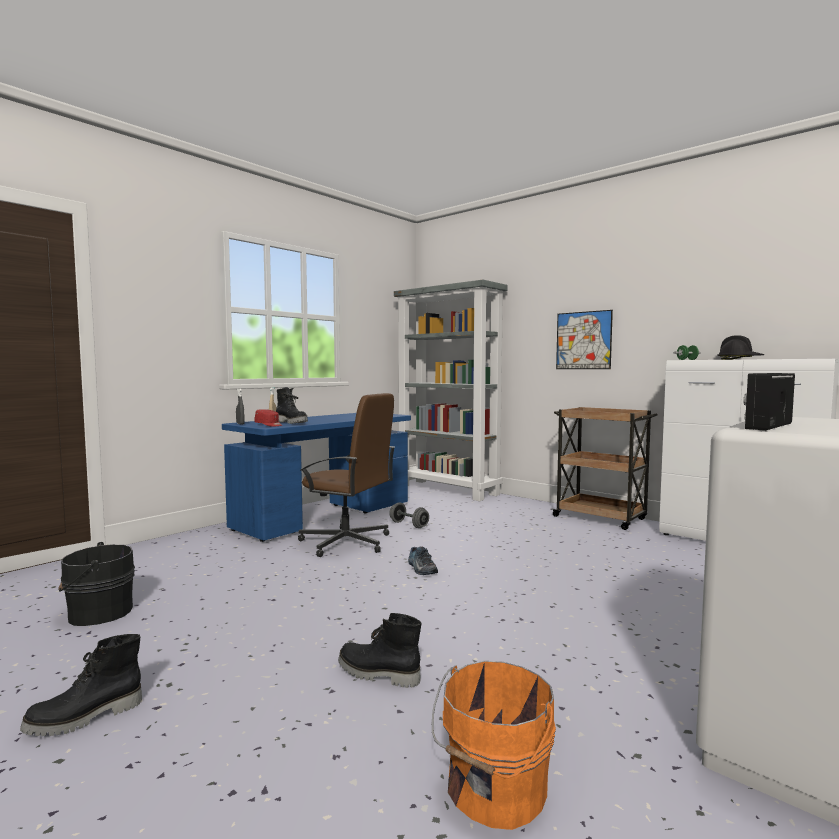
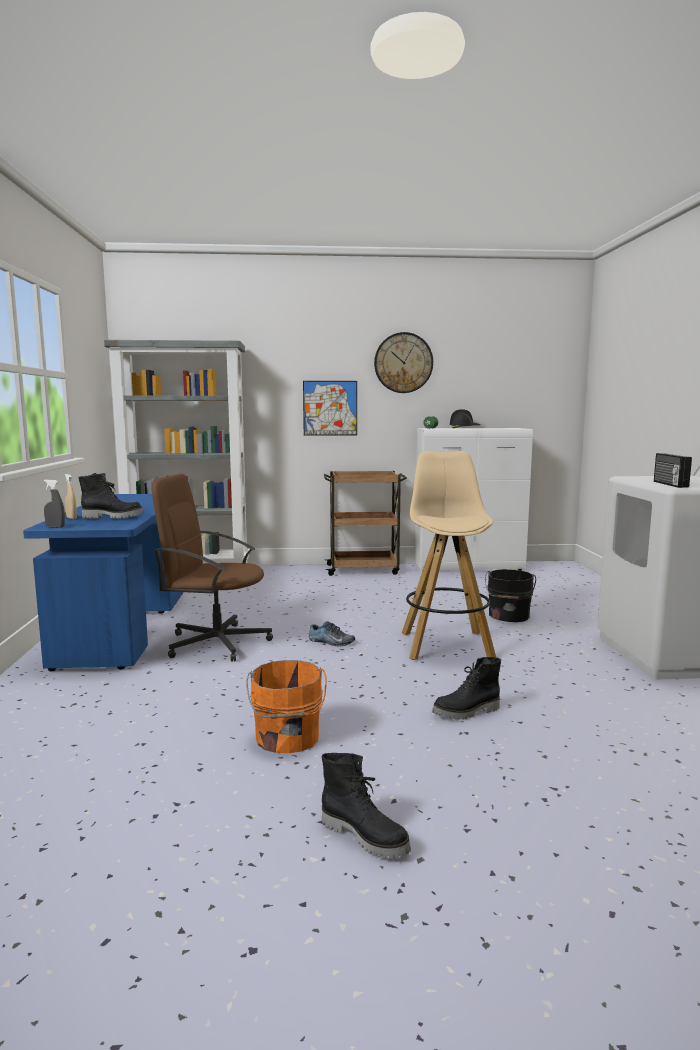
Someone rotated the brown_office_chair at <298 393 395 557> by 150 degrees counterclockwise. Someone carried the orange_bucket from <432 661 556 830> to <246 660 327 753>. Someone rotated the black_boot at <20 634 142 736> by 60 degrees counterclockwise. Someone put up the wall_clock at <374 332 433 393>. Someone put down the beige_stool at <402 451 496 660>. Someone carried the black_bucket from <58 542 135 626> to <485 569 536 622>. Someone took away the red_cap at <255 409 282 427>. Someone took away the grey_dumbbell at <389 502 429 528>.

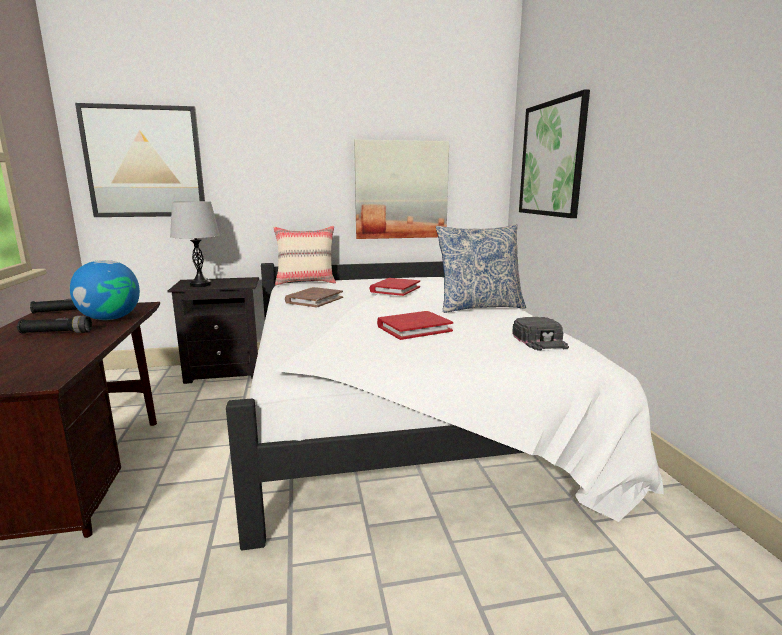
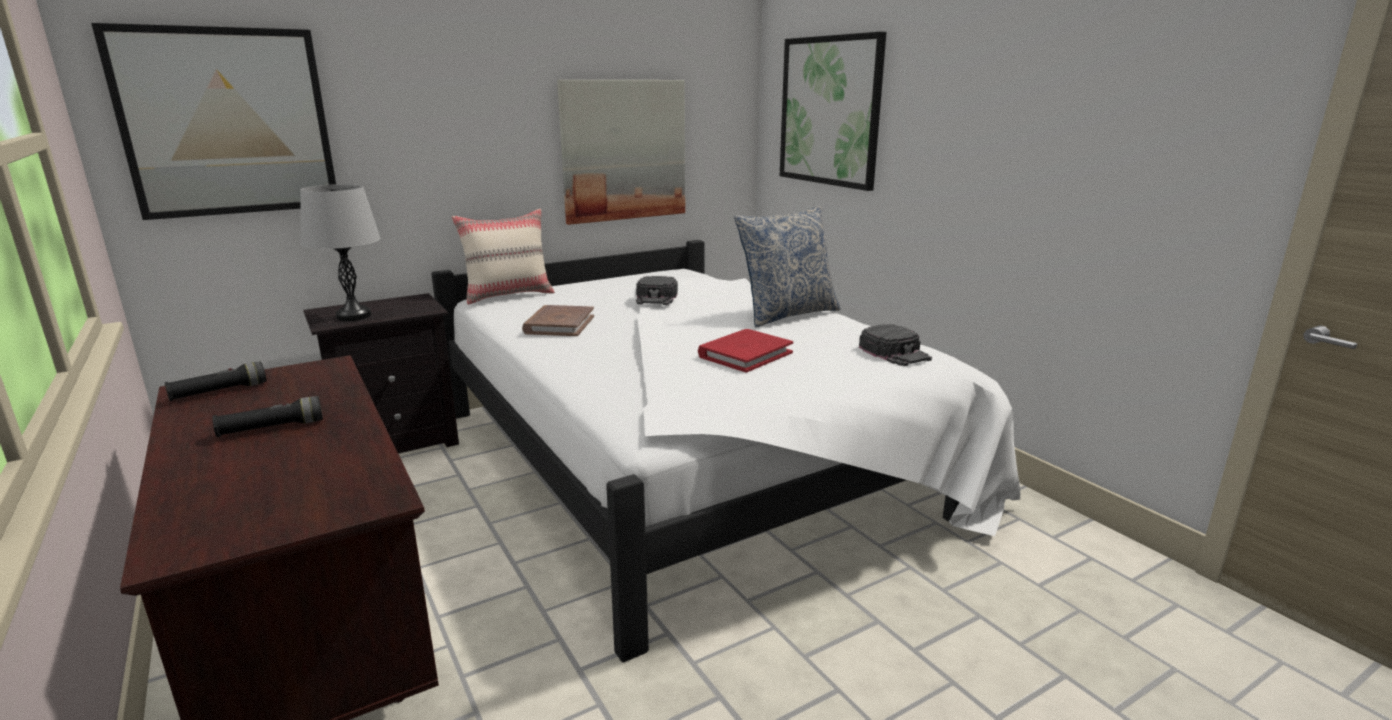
Someone swapped the red_book at <370 278 420 296> for the black_cap at <636 276 678 305>. Someone took away the globe at <70 260 140 320>.

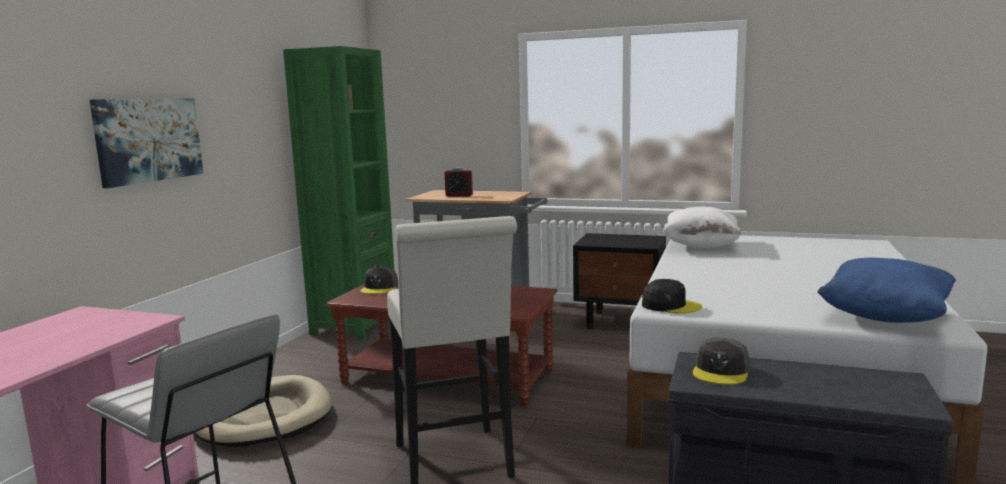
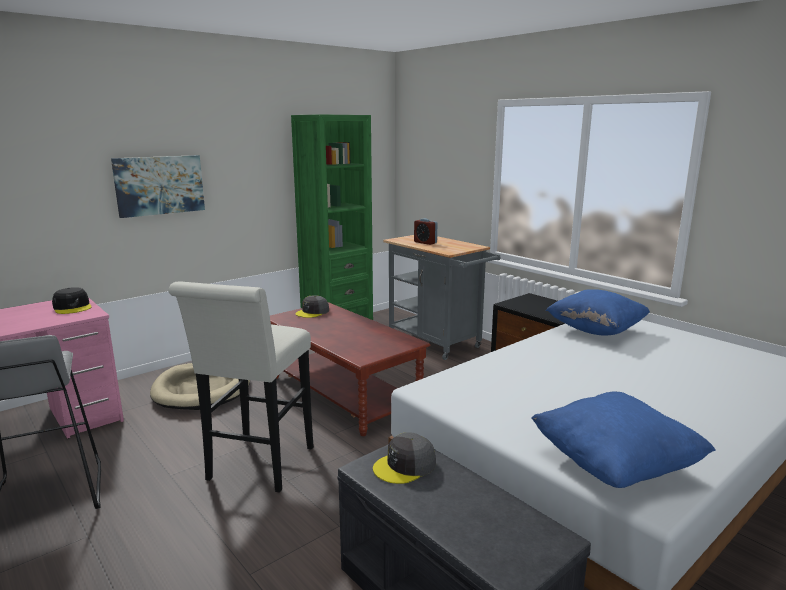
Someone carried the black_cap from <642 279 702 314> to <52 287 92 314>. Someone repainted the white_pillow at <663 207 742 248>, which became the blue_pillow at <546 289 650 335>.

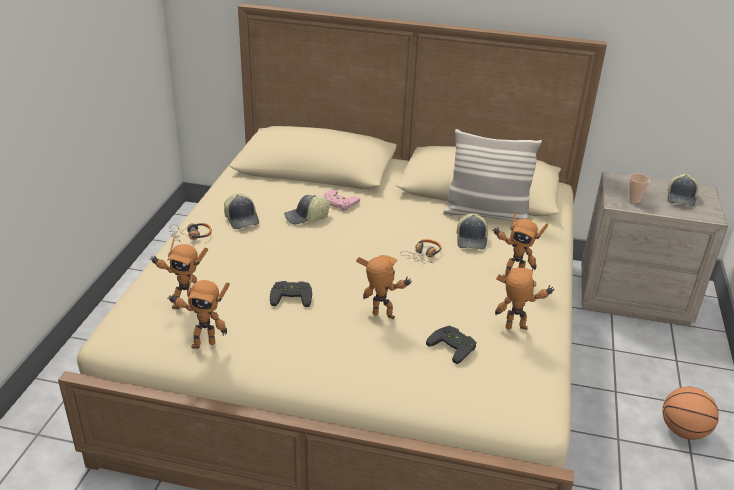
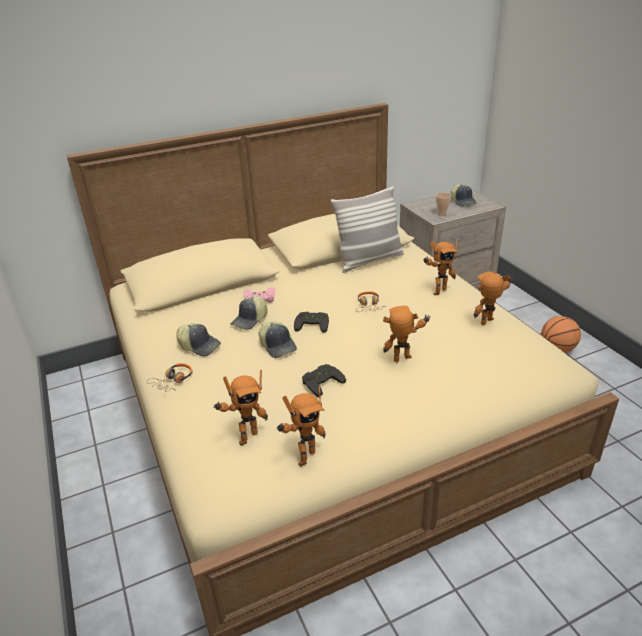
Someone carried the cap from <457 213 488 250> to <259 321 297 358>. Someone carried the black_game_controller from <426 326 477 364> to <294 312 329 333>.

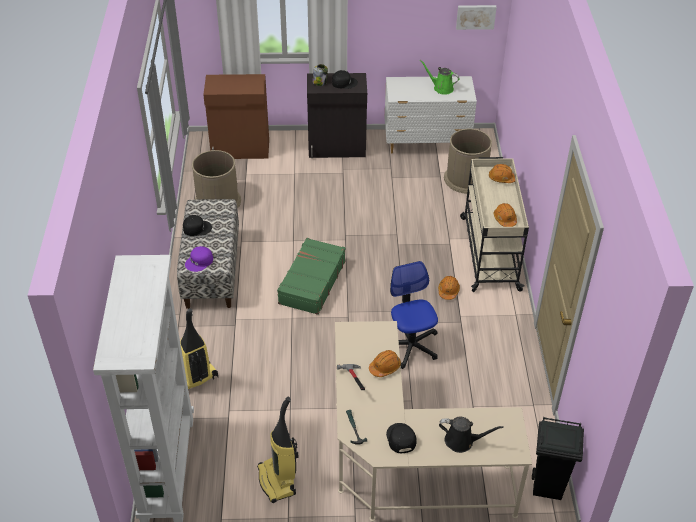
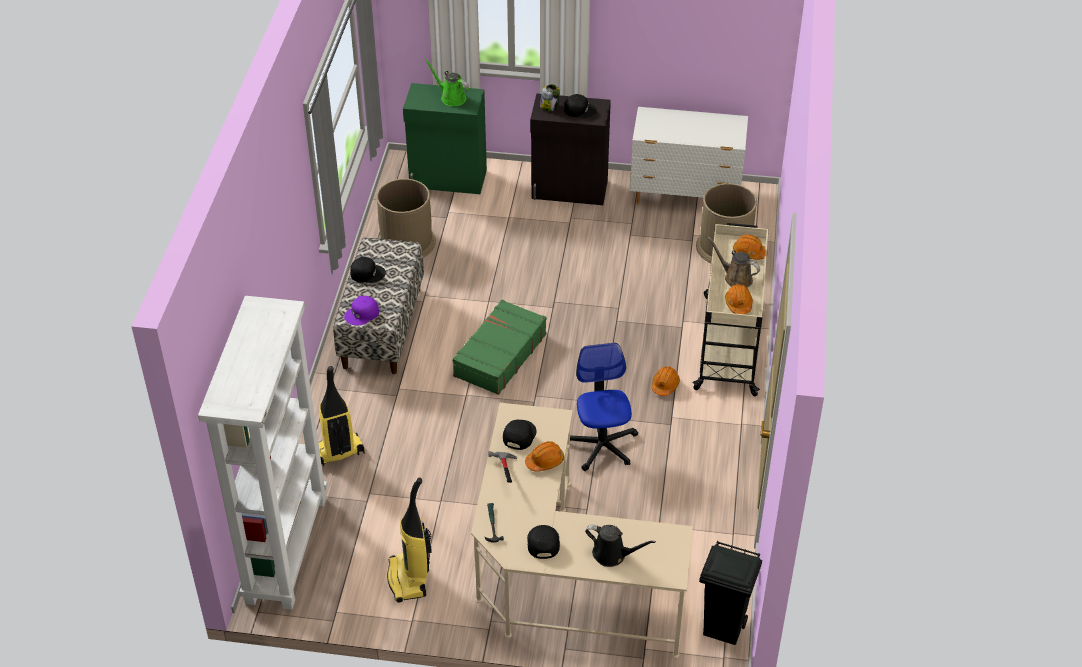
Someone repainted the brown_cabinet at <203 74 269 159>, which became the green_cabinet at <403 83 487 194>. Someone carried the green_watering_can from <420 59 460 95> to <425 59 469 106>. Someone put down the black_cap at <503 420 537 450>. Someone put down the brown_watering_can at <707 236 760 288>. Someone took away the picture at <456 5 497 30>.

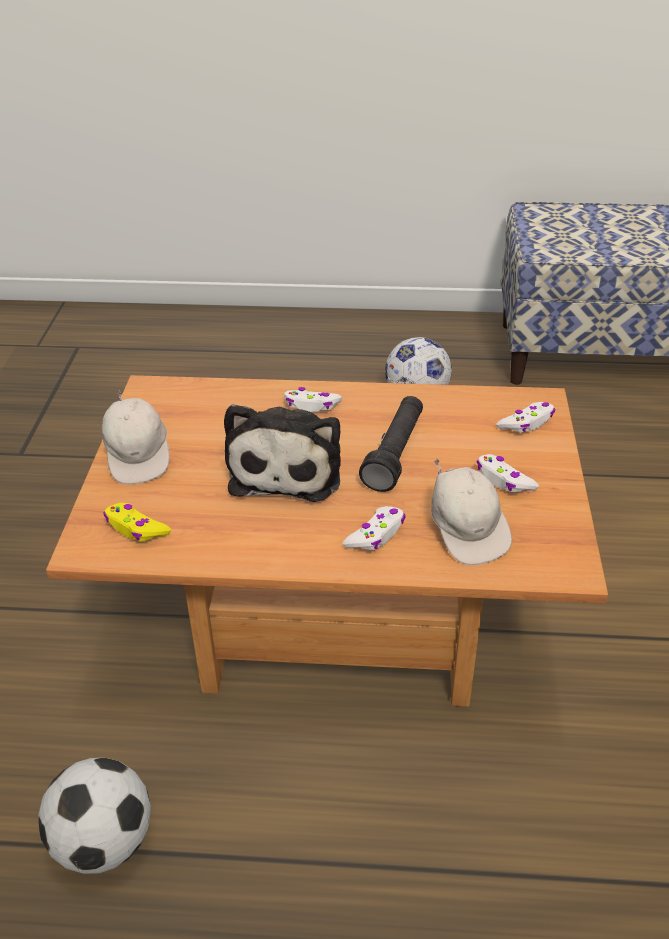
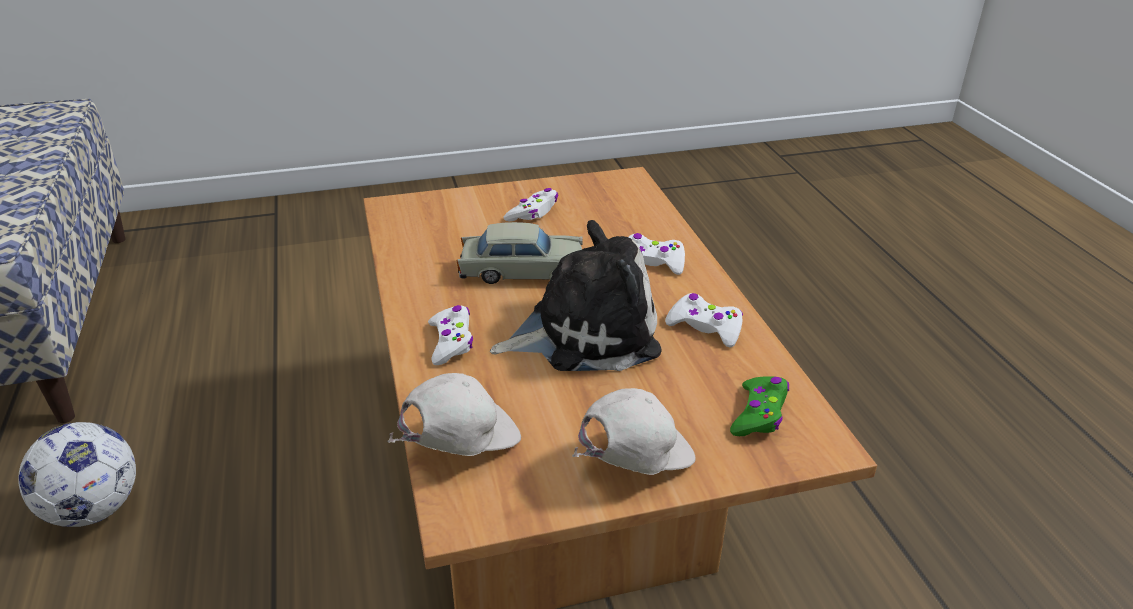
Someone carried the white_cap from <431 458 512 566> to <388 373 521 456>. Someone swapped the black_flashlight at <359 396 423 492> for the beige_toy_car at <457 222 582 284>. Someone carried the white_game_controller from <496 402 555 433> to <665 293 743 347>. Someone repainted the yellow_game_controller at <103 503 171 541>, which became the green_game_controller at <730 376 789 436>. Someone took away the football at <38 758 151 874>.

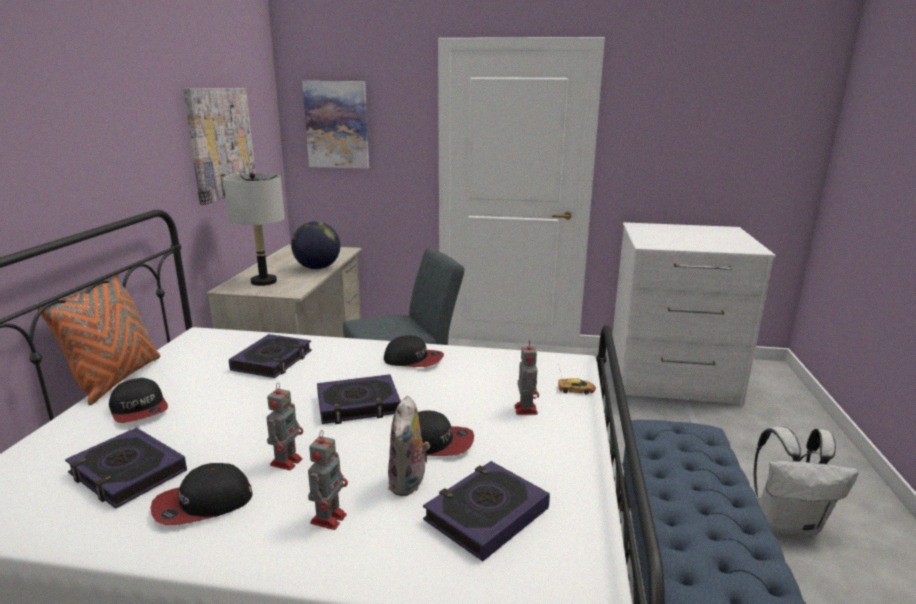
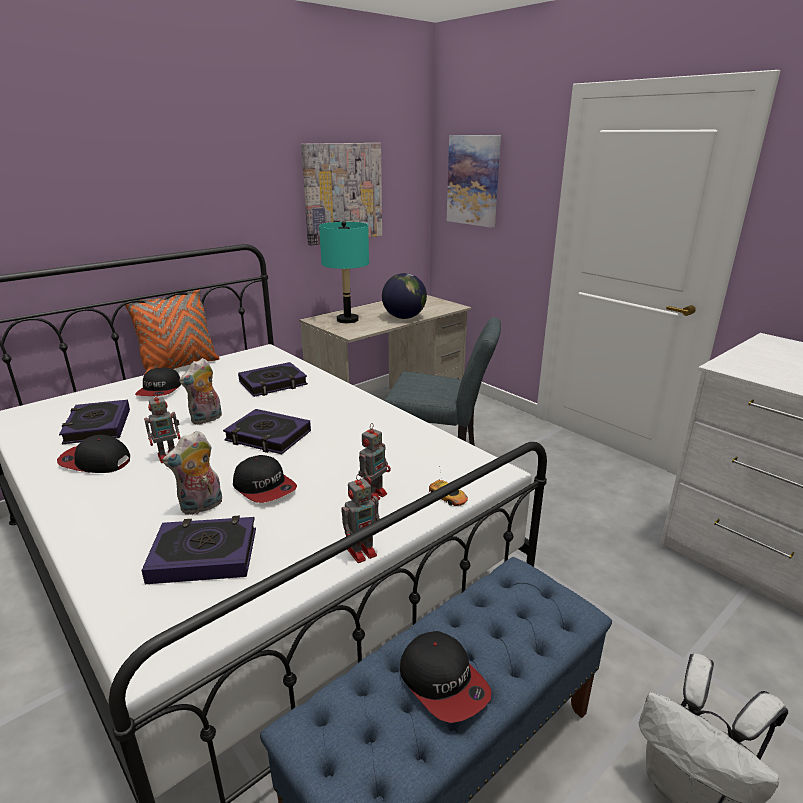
Someone put down the plush_toy at <179 358 222 425>. Someone repainted the grey_table_lamp at <223 172 285 286>, which became the turquoise_table_lamp at <319 221 369 323>. Someone carried the toy_robot from <308 430 348 530> to <342 473 380 563>. Someone carried the cap from <384 335 444 367> to <400 631 491 723>.

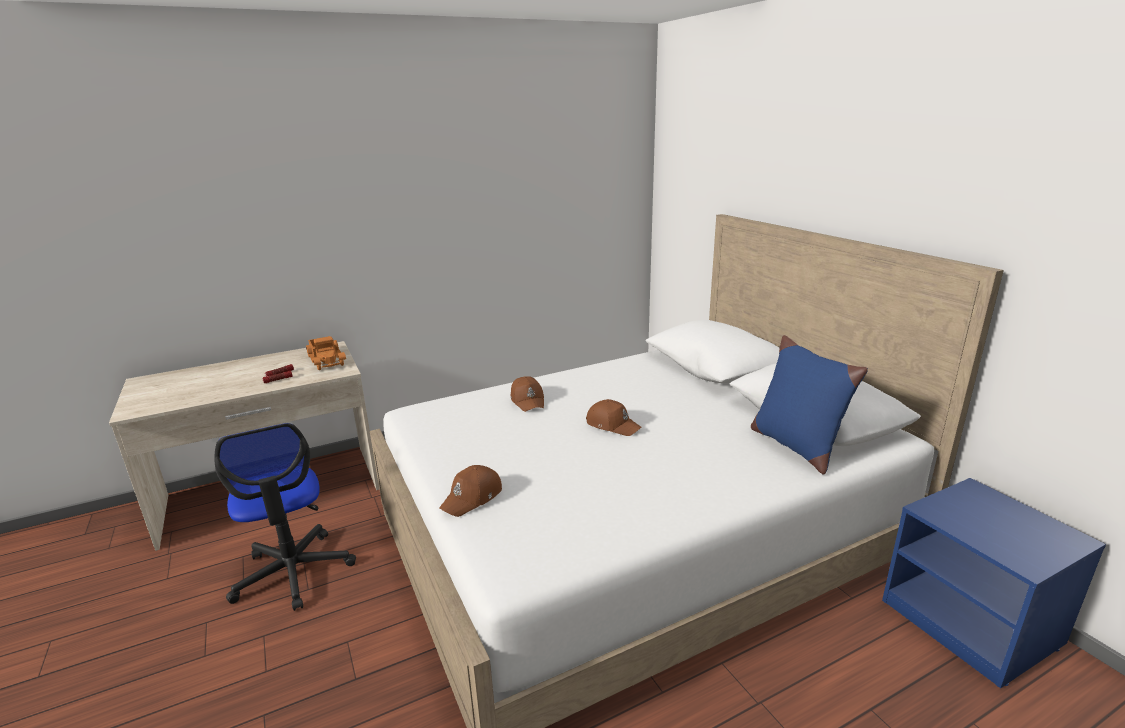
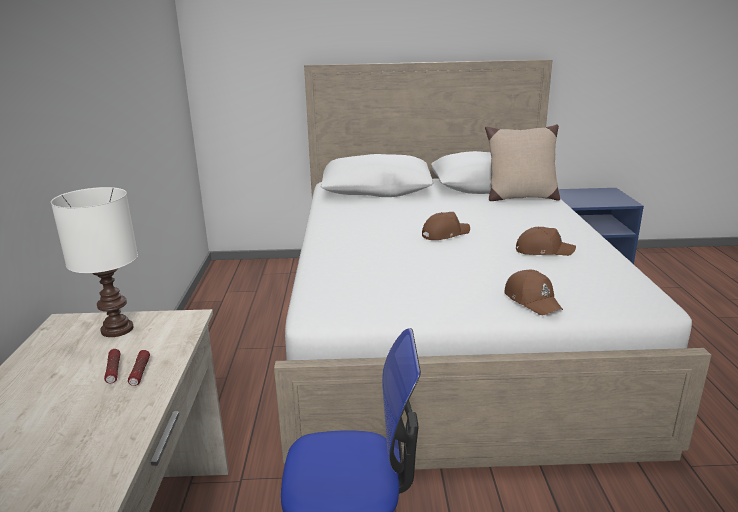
Someone swapped the toy_truck at <306 336 346 370> for the white_table_lamp at <51 187 138 337>. Someone repainted the blue_pillow at <751 335 868 475>, which became the beige_pillow at <485 124 560 201>. Someone carried the brown_cap from <511 376 544 412> to <516 227 576 256>.

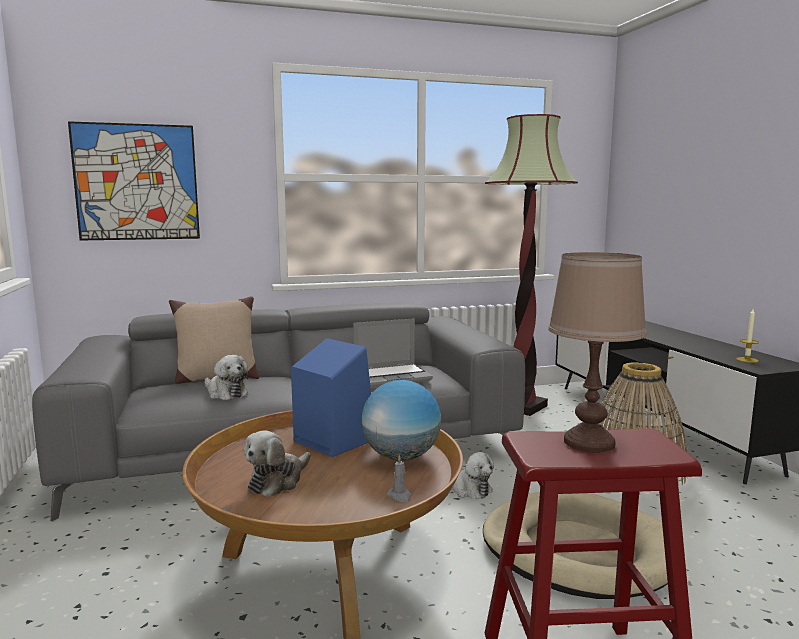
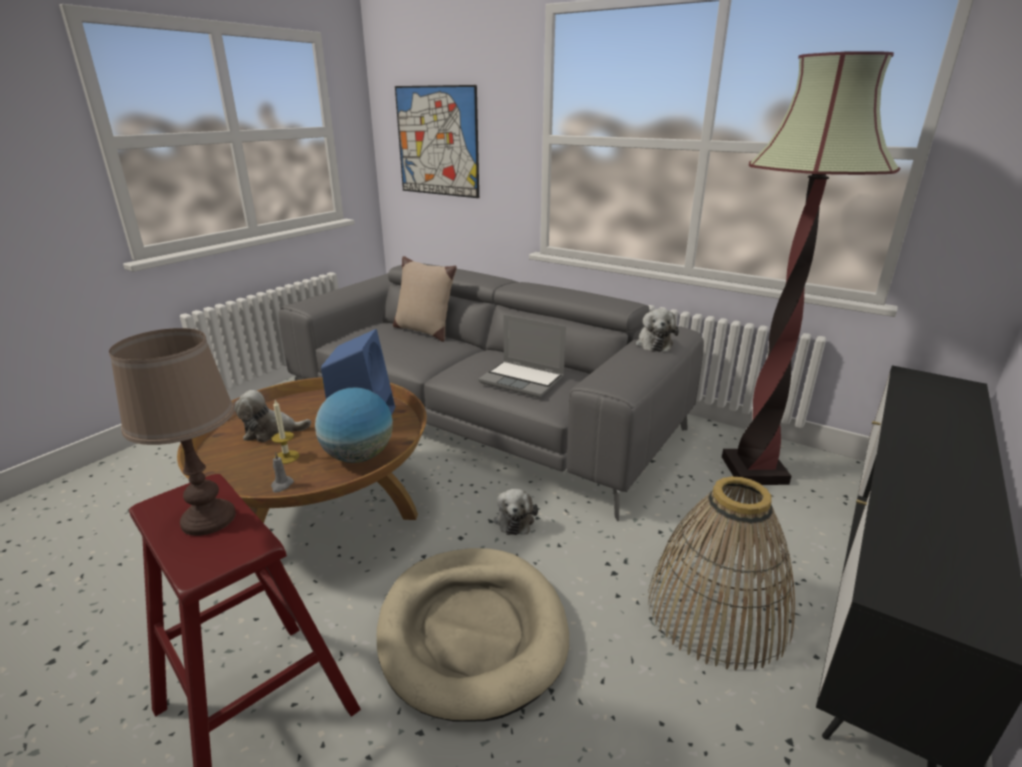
Someone carried the candle from <736 309 759 363> to <271 400 299 464>. Someone carried the plush_toy from <205 355 248 400> to <636 309 679 352>.

